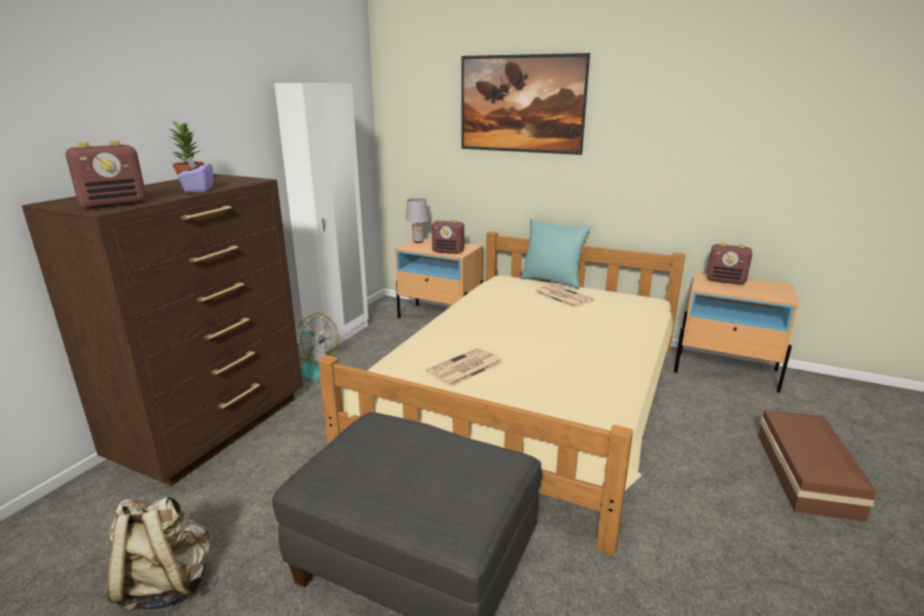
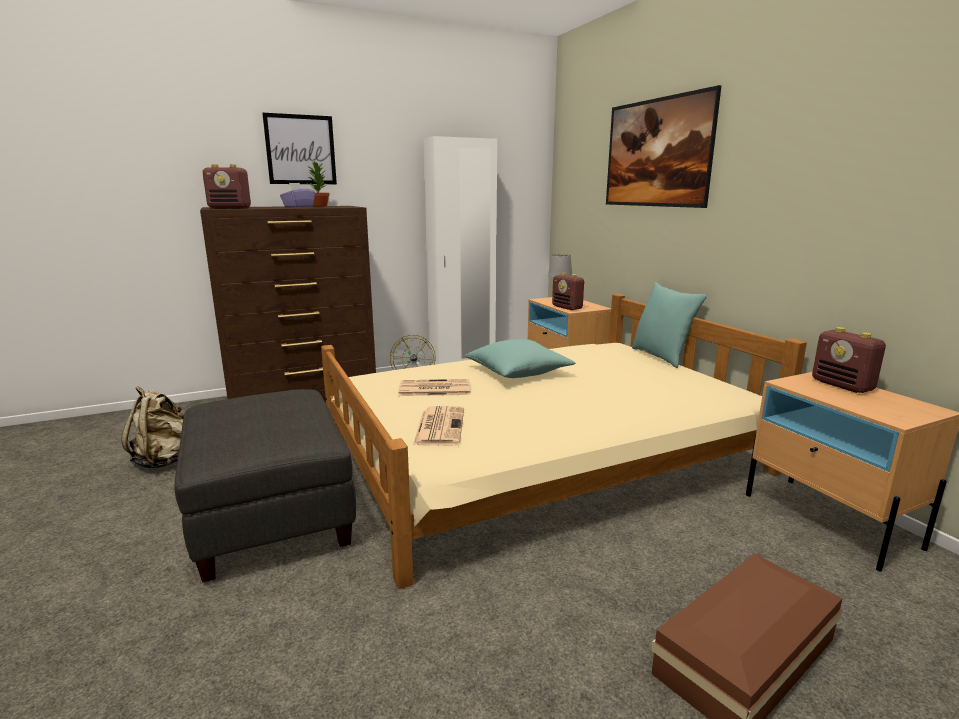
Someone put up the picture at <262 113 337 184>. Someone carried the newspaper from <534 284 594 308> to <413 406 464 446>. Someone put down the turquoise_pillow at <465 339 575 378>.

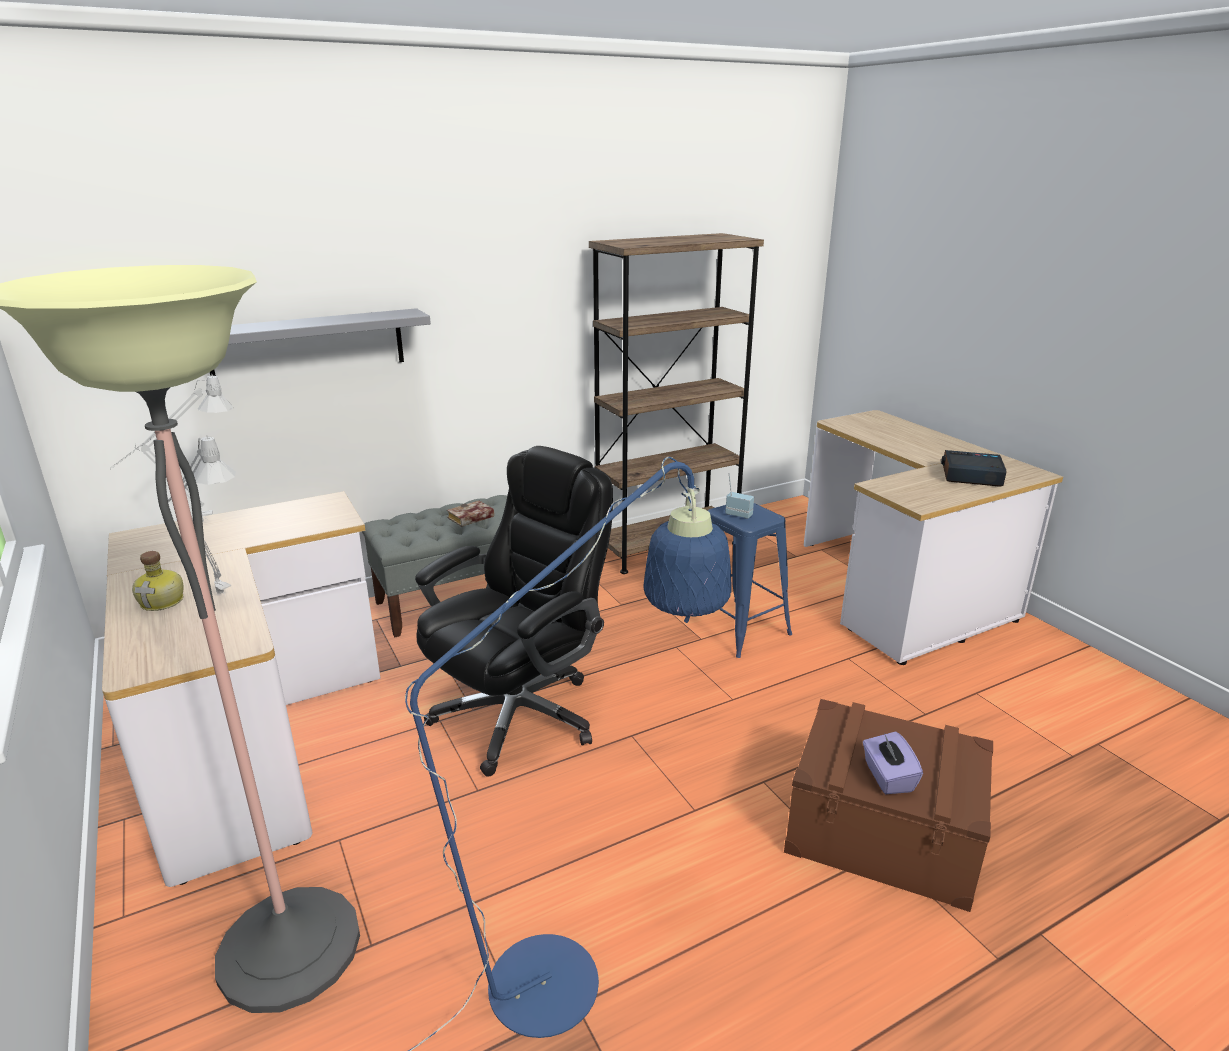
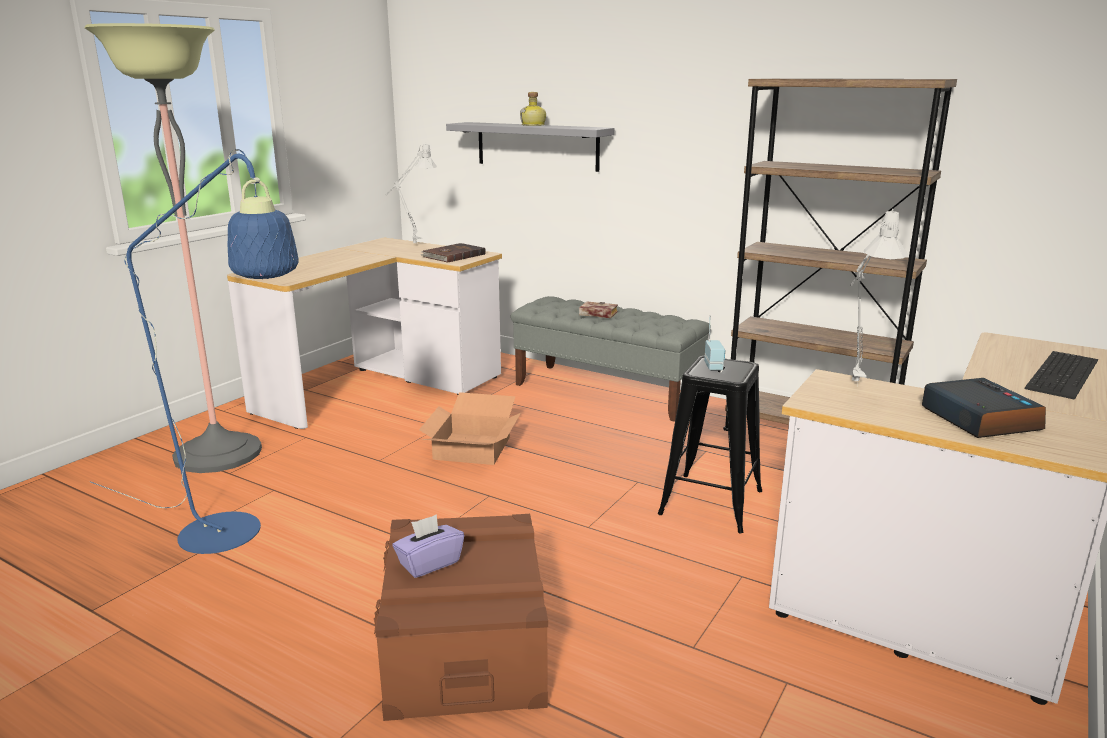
Someone swapped the black_office_chair at <415 446 613 777> for the cardboard_box at <419 392 521 465>. Someone put down the brown_book at <420 243 486 263>. Someone carried the bottle from <132 551 183 611> to <520 92 546 126>. Someone repainted the blue_stool at <684 503 792 658>, which became the black_stool at <658 356 762 533>. Someone carried the grey_table_lamp from <168 435 236 595> to <850 209 908 381>. Someone put down the keyboard at <1025 351 1098 400>.

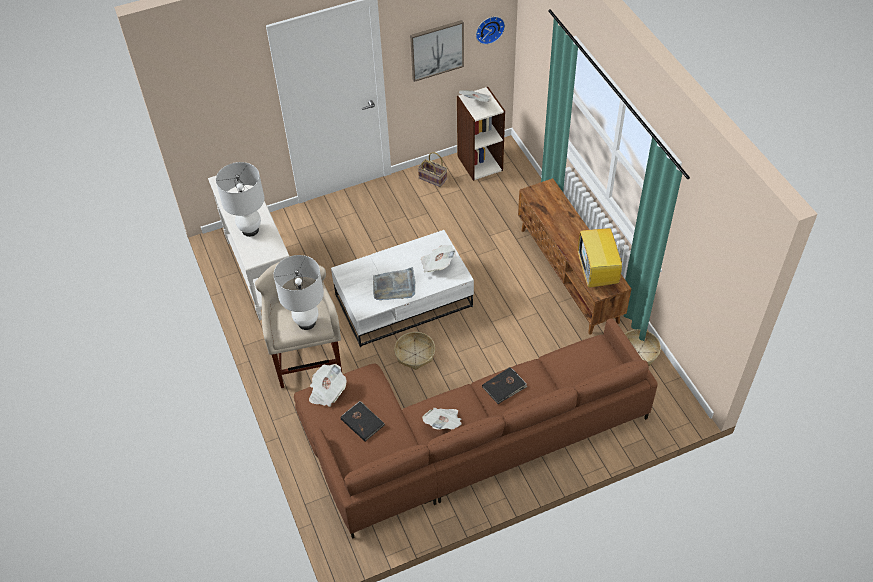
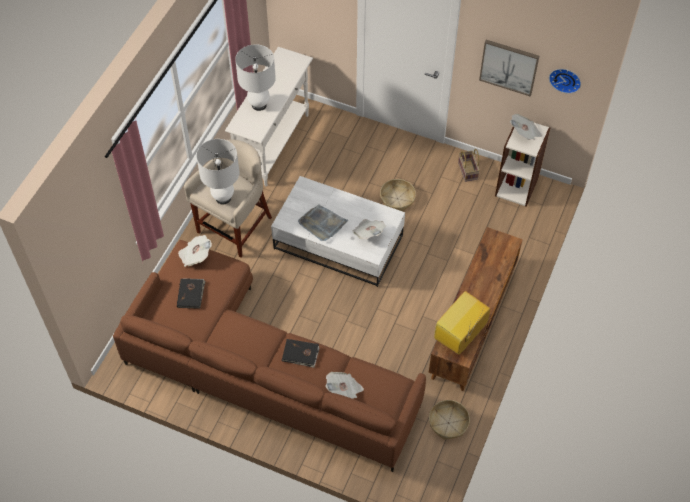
Someone carried the newspaper from <422 408 462 430> to <325 372 364 399>. Someone carried the basket from <394 332 435 370> to <380 179 416 212>.

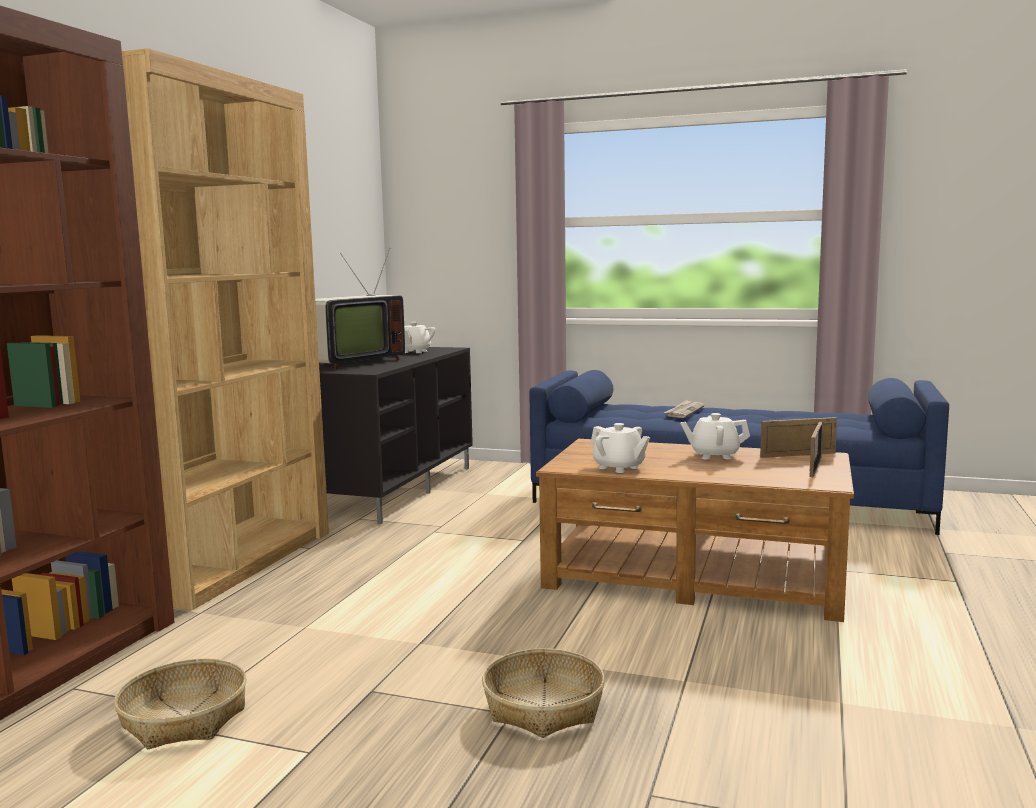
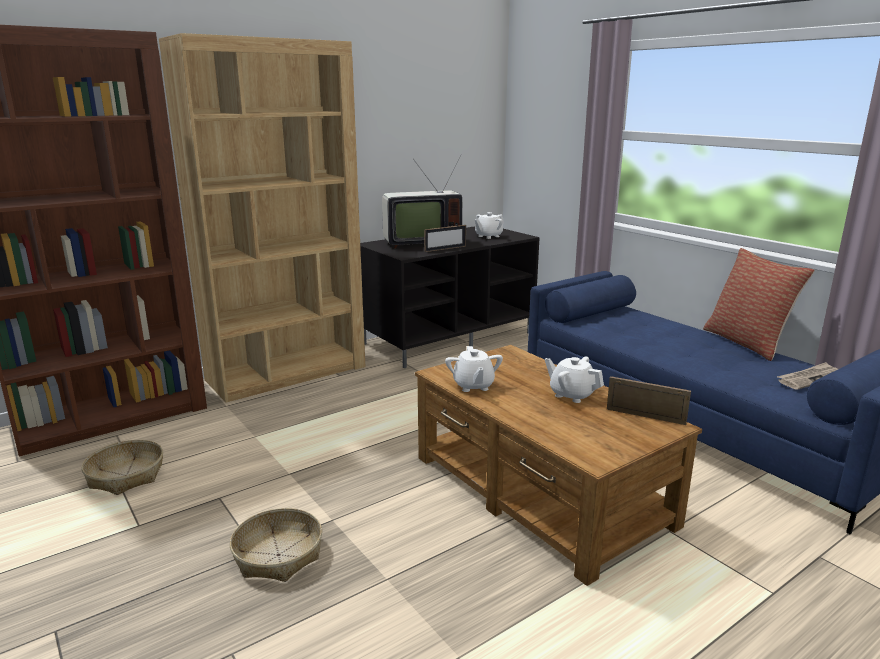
Someone carried the picture_frame from <809 421 823 477> to <424 225 466 252>. Someone put down the pillow at <703 248 815 361>. Someone carried the newspaper from <664 400 704 418> to <777 362 838 390>.

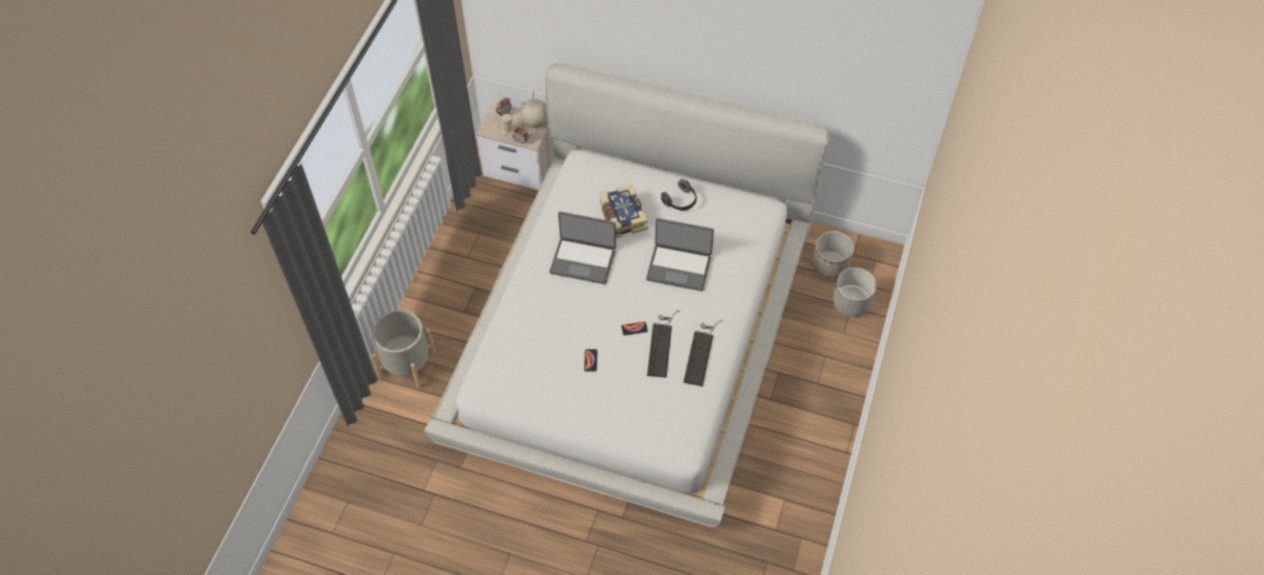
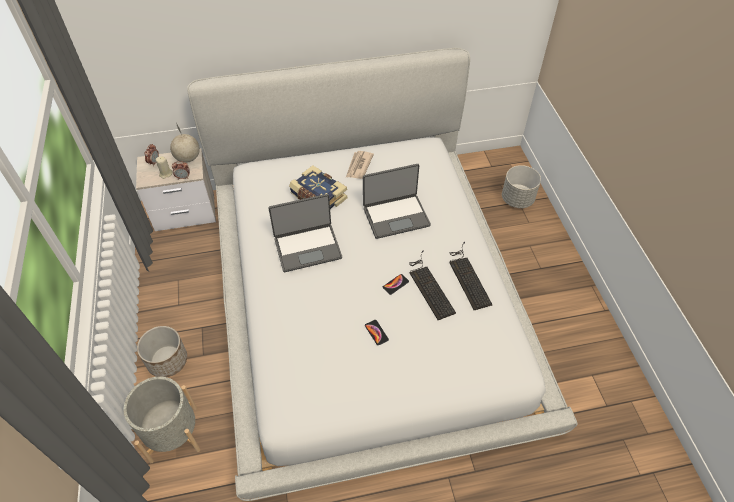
Someone carried the planter from <812 231 854 278> to <137 326 187 377>. Someone swapped the headphones at <661 179 697 211> for the newspaper at <346 151 374 179>.

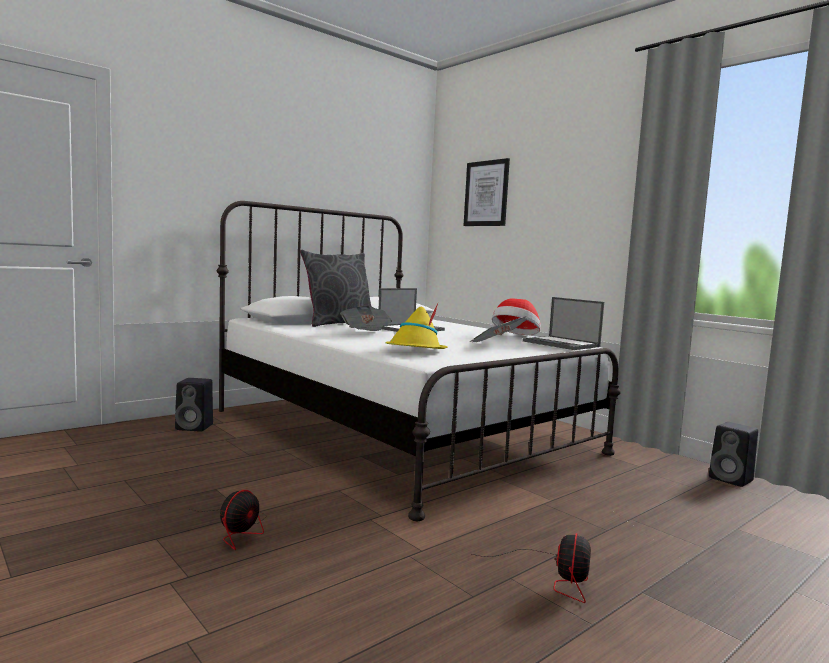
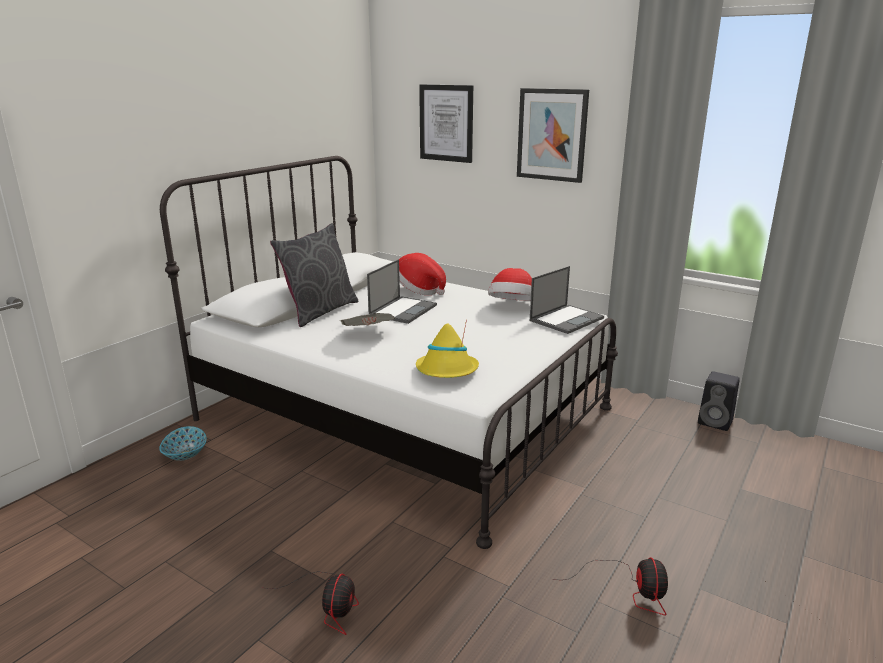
Someone swapped the black_speaker at <175 378 213 431> for the bowl at <159 426 207 461>. Someone put down the hat at <399 253 446 295>. Someone put up the picture at <517 88 589 183>. Someone rotated the laptop at <523 297 604 350> by 75 degrees counterclockwise. Someone took away the newspaper at <470 317 527 342>.

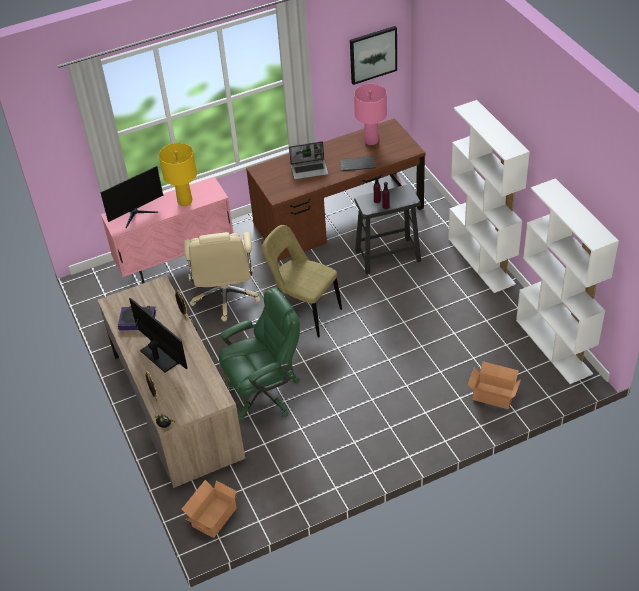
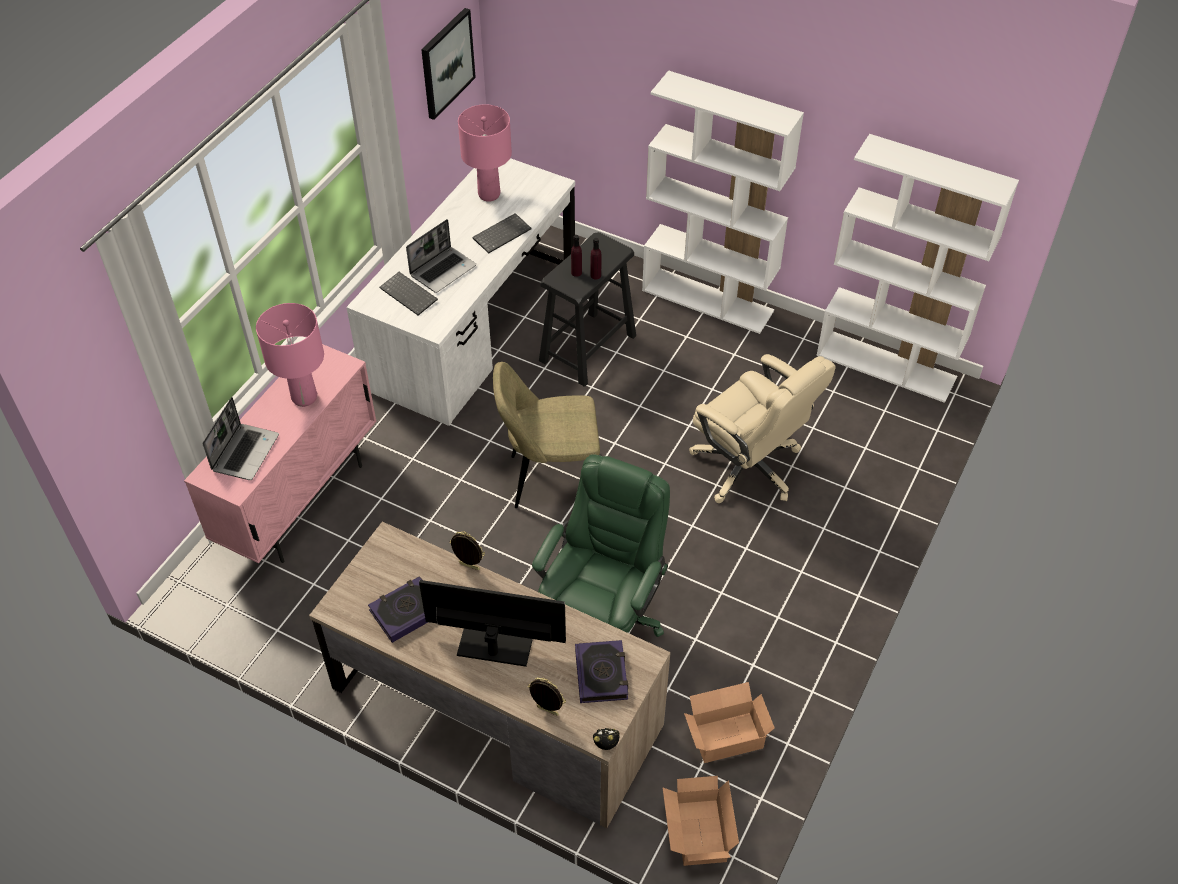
Someone swapped the monitor at <100 166 163 228> for the laptop at <202 397 279 480>. Someone repainted the yellow_table_lamp at <159 143 197 206>, which became the pink_table_lamp at <256 303 324 407>. Someone repainted the brown_desk at <246 118 425 261>, which became the white_desk at <346 158 575 426>. Someone put down the keyboard at <380 272 438 316>. Someone put down the book at <575 640 628 703>. Someone carried the cardboard_box from <468 362 521 409> to <684 682 774 763>. Someone carried the beige_office_chair from <184 232 260 322> to <689 354 836 503>.

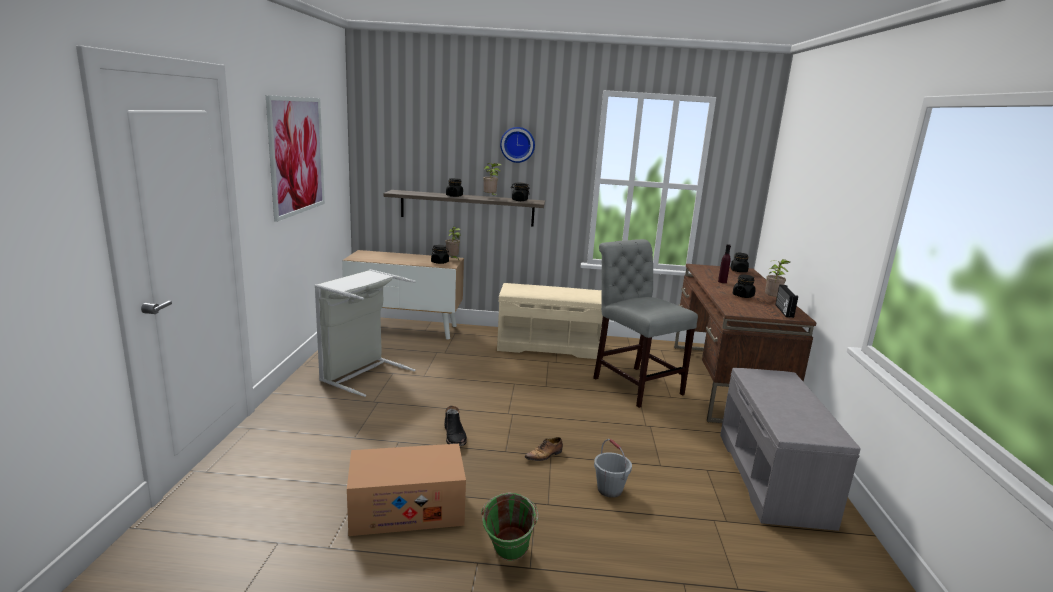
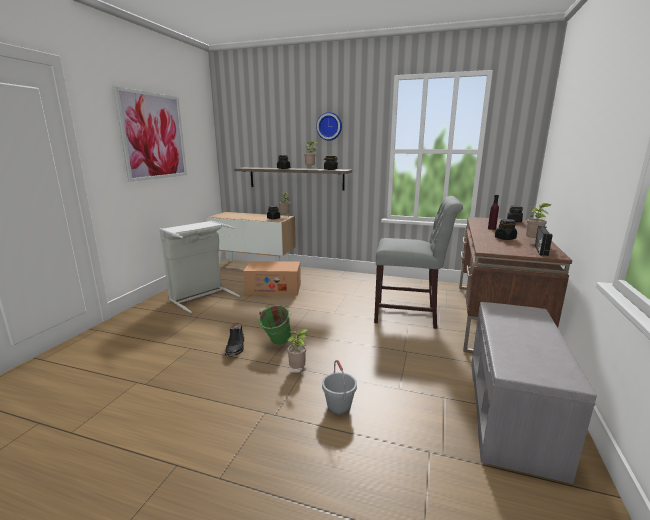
Someone carried the cardboard_box from <347 444 466 536> to <243 261 301 295>. Someone carried the green_bucket from <481 493 538 561> to <259 305 292 345>. Someone swapped the shoe at <525 437 563 461> for the potted_plant at <287 329 308 369>. Someone rotated the grey_chair at <593 239 698 408> by 120 degrees clockwise. Someone took away the beige_bench at <497 283 603 359>.

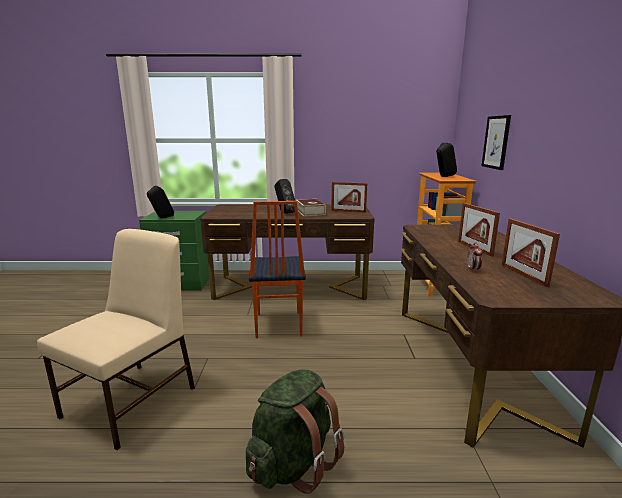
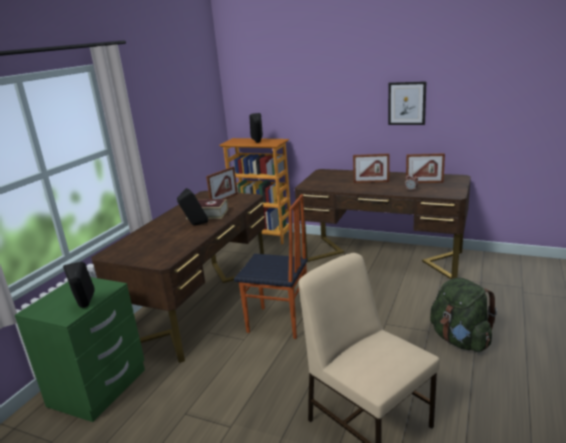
Someone carried the picture from <482 115 511 170> to <388 81 427 125>.

